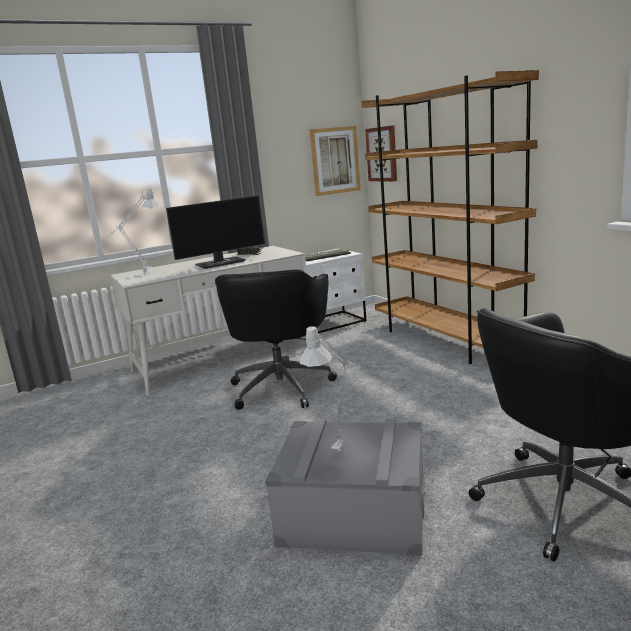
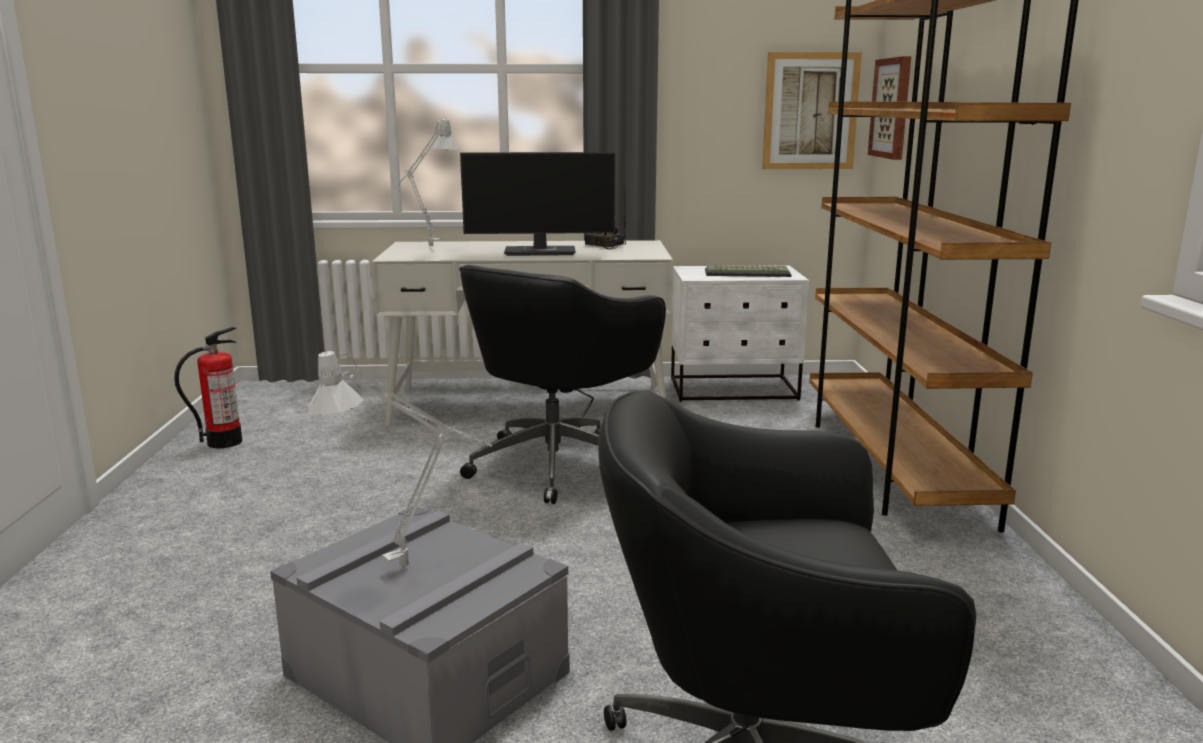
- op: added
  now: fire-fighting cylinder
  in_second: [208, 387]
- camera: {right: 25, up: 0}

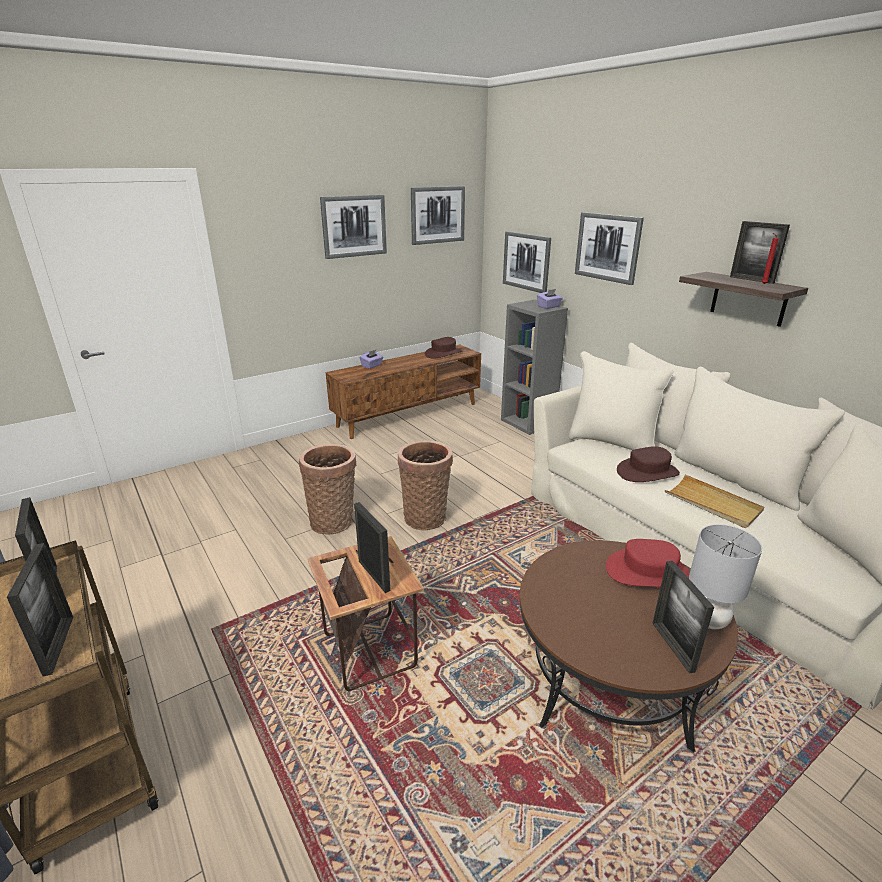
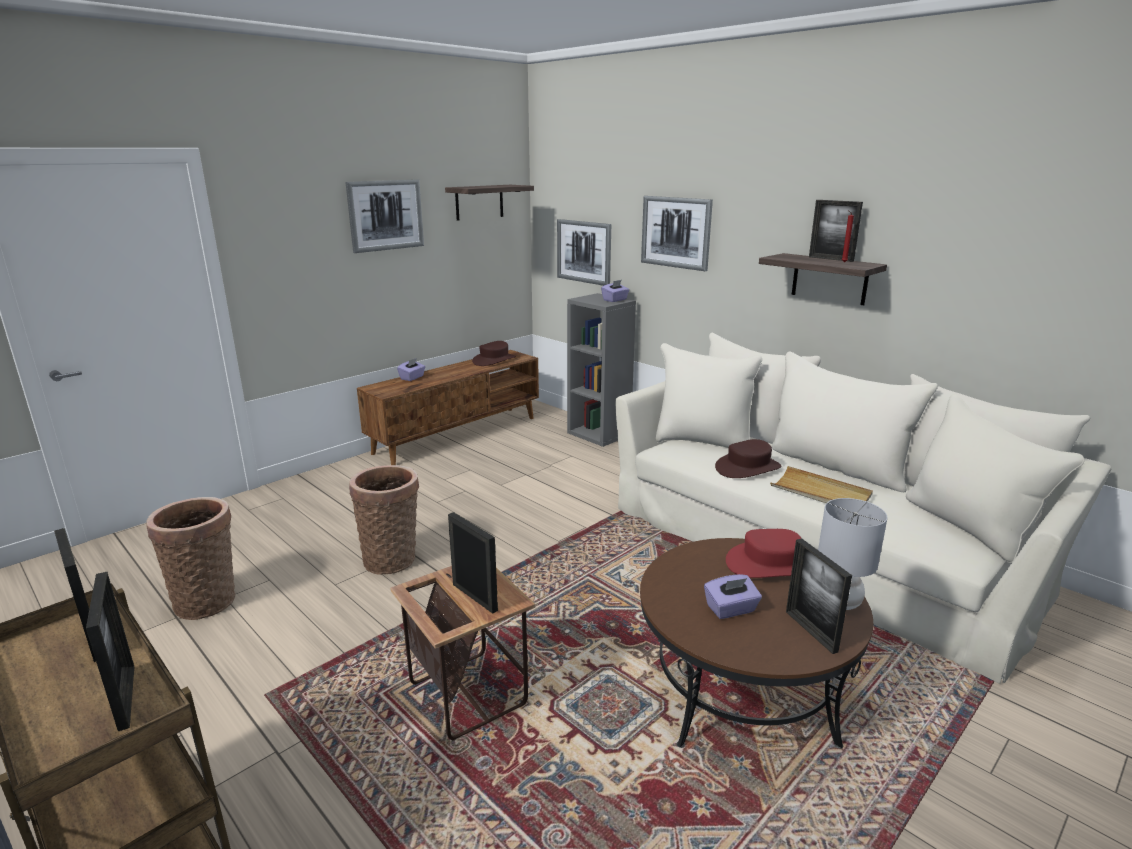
- op: added
  now: purple box of tissues
  in_second: [733, 596]
- op: moved
  was: household basket
  in_first: [425, 486]
  in_second: [190, 558]
- op: replaced
  was: wall picture
  now: shelf
  in_first: [438, 215]
  in_second: [489, 203]
- camera: {right: -10, up: -5}

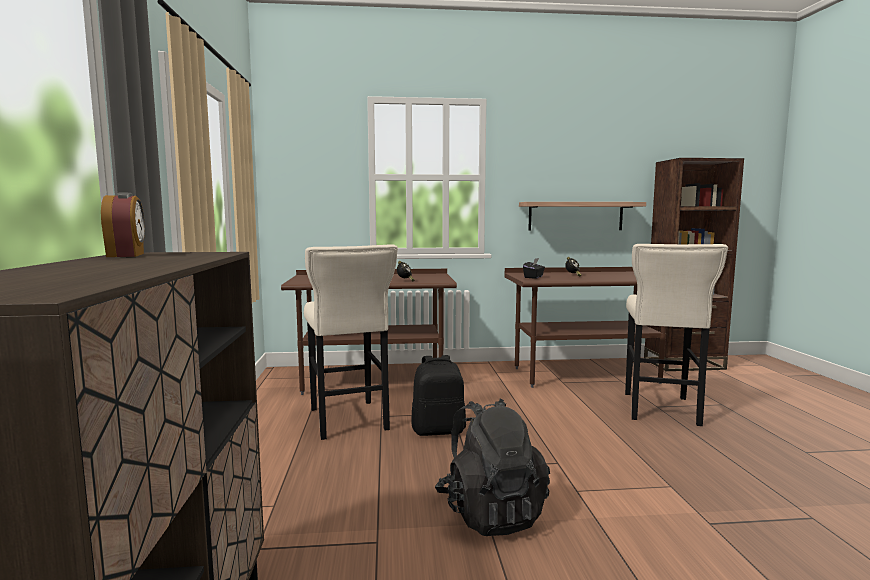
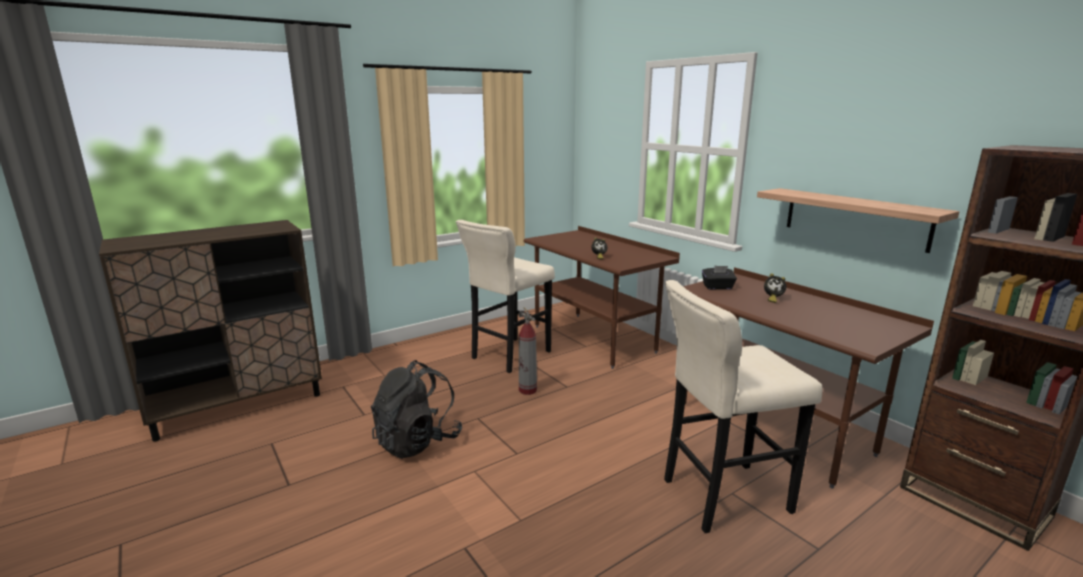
- op: removed
  was: table clock
  in_first: [123, 225]
- op: replaced
  was: black backpack
  now: fire-fighting cylinder
  in_first: [438, 395]
  in_second: [527, 351]
- camera: {right: 60, up: 10}

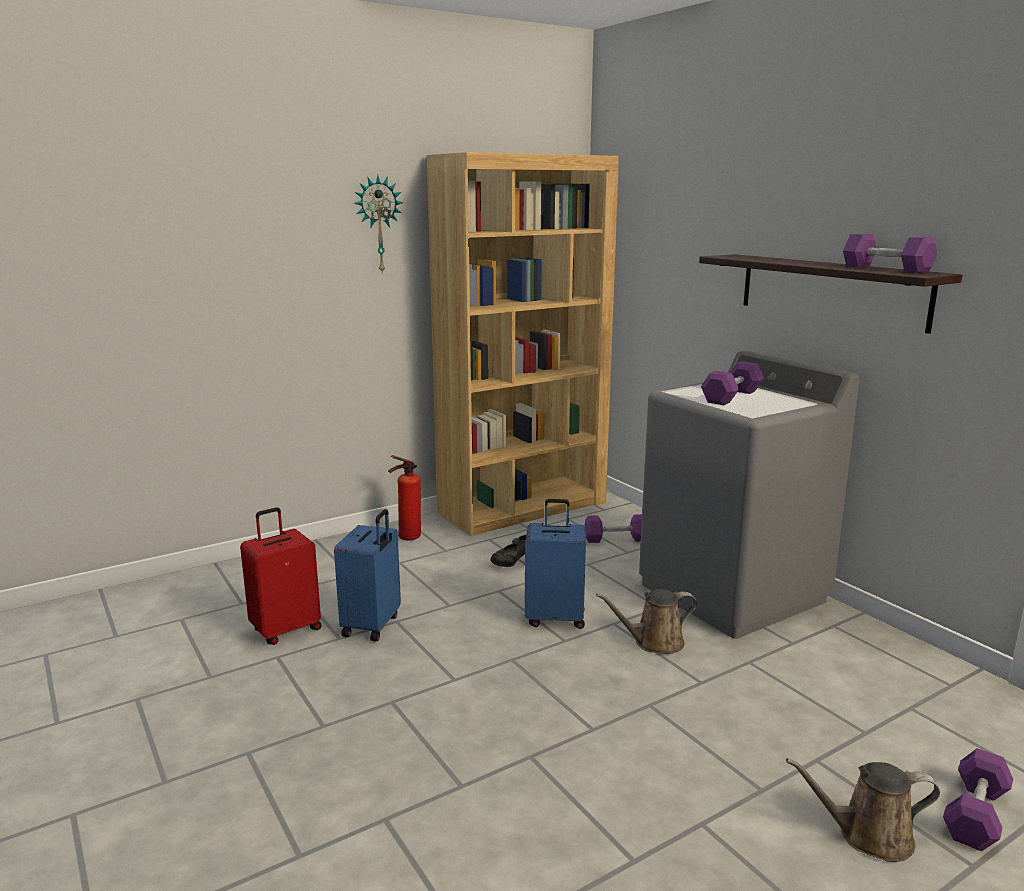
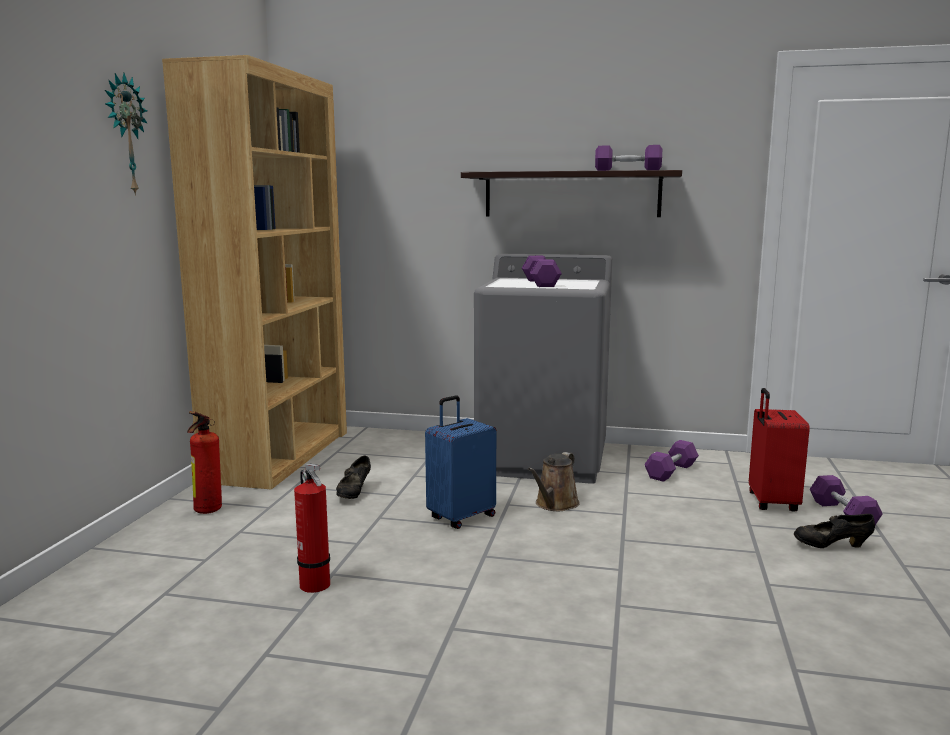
- op: moved
  was: red-coloured suitcase
  in_first: [280, 576]
  in_second: [779, 449]
- op: moved
  was: purple free weight
  in_first: [613, 528]
  in_second: [671, 461]
- op: replaced
  was: blue suitcase
  now: fire-fighting cylinder
  in_first: [367, 575]
  in_second: [312, 528]
- op: replaced
  was: brownish watering pot
  now: black item of footwear
  in_first: [863, 810]
  in_second: [834, 531]
- camera: {right: -45, up: -5}

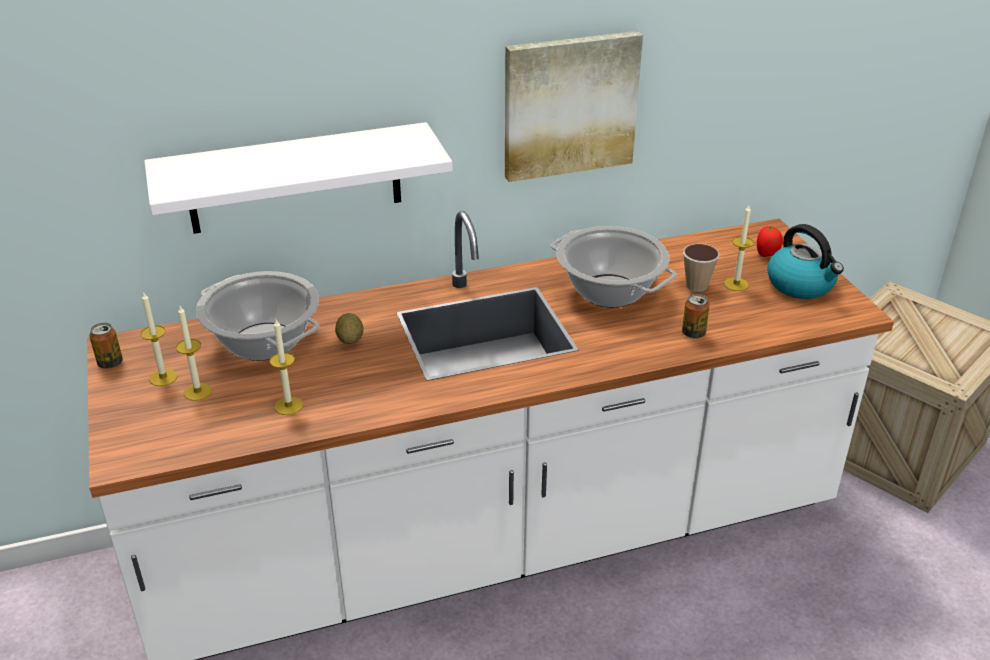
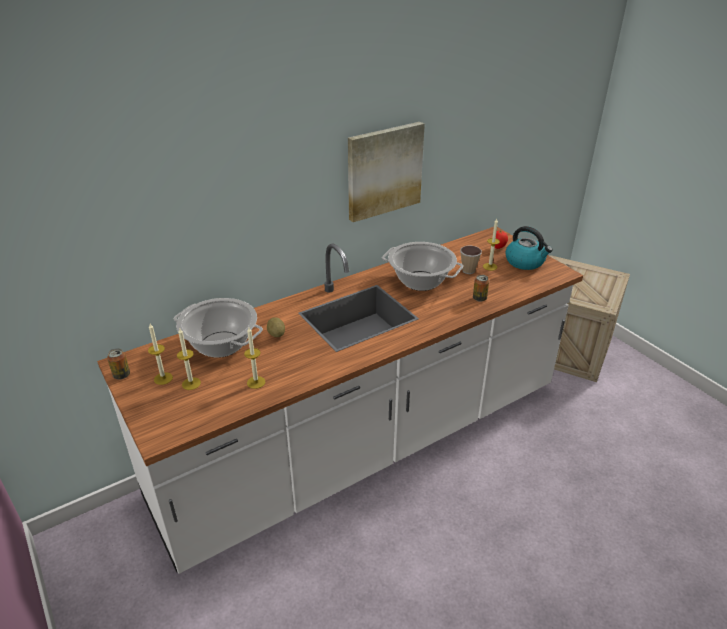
- op: removed
  was: whitish shelf
  in_first: [298, 178]
- camera: {right: -15, up: 0}

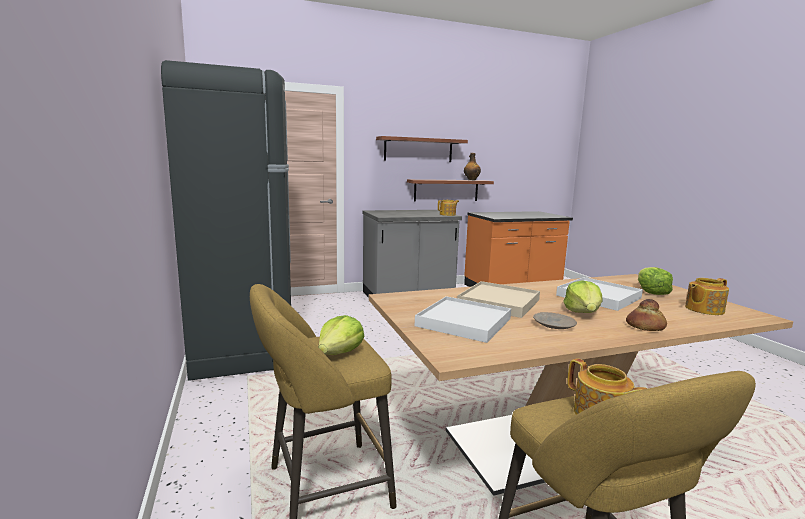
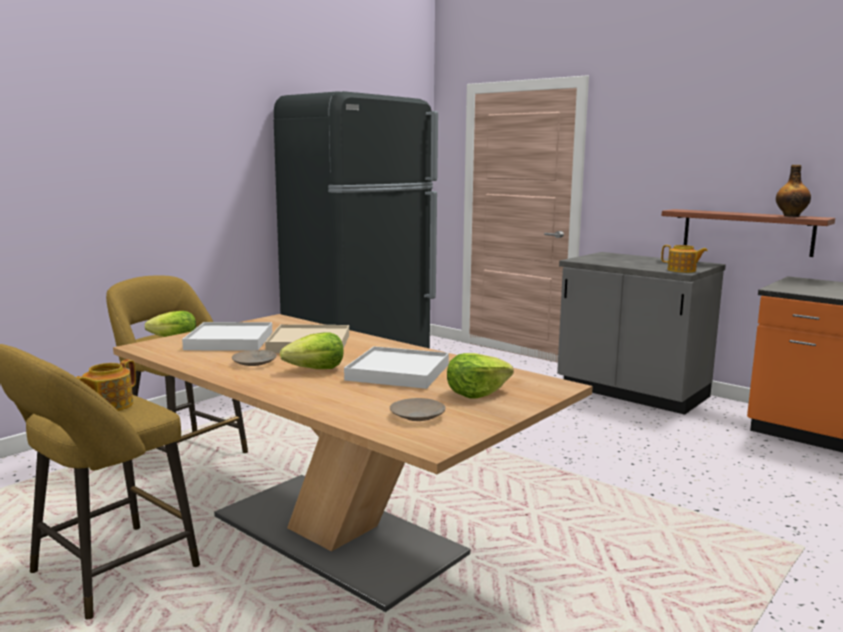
- op: removed
  was: shelf
  in_first: [422, 149]
- op: removed
  was: baked bread
  in_first: [646, 315]
- op: replaced
  was: pot for tea
  now: sand-coloured flat dish
  in_first: [707, 296]
  in_second: [418, 409]
- camera: {right: 60, up: 0}

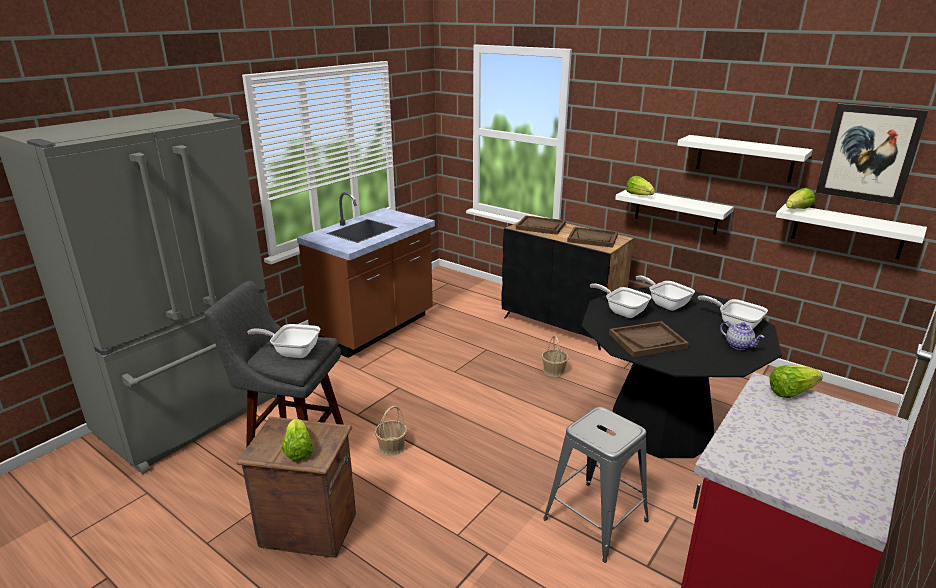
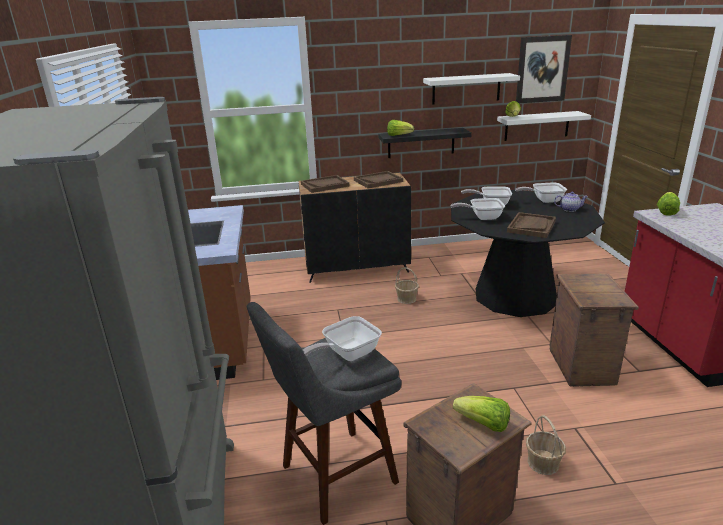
- op: moved
  was: household basket
  in_first: [391, 431]
  in_second: [546, 445]
- op: replaced
  was: grey sitting stool
  now: shipping crate
  in_first: [596, 485]
  in_second: [594, 330]
- op: recoloured
  was: whitish shelf
  now: black shelf
  in_first: [674, 212]
  in_second: [425, 143]
- camera: {right: -45, up: 0}

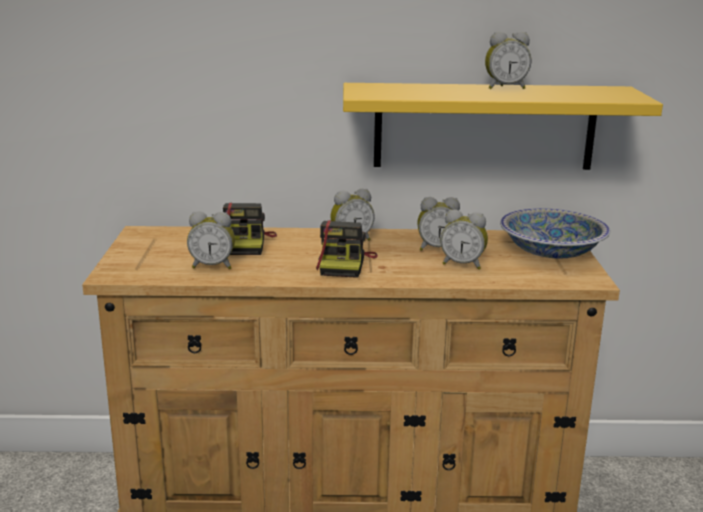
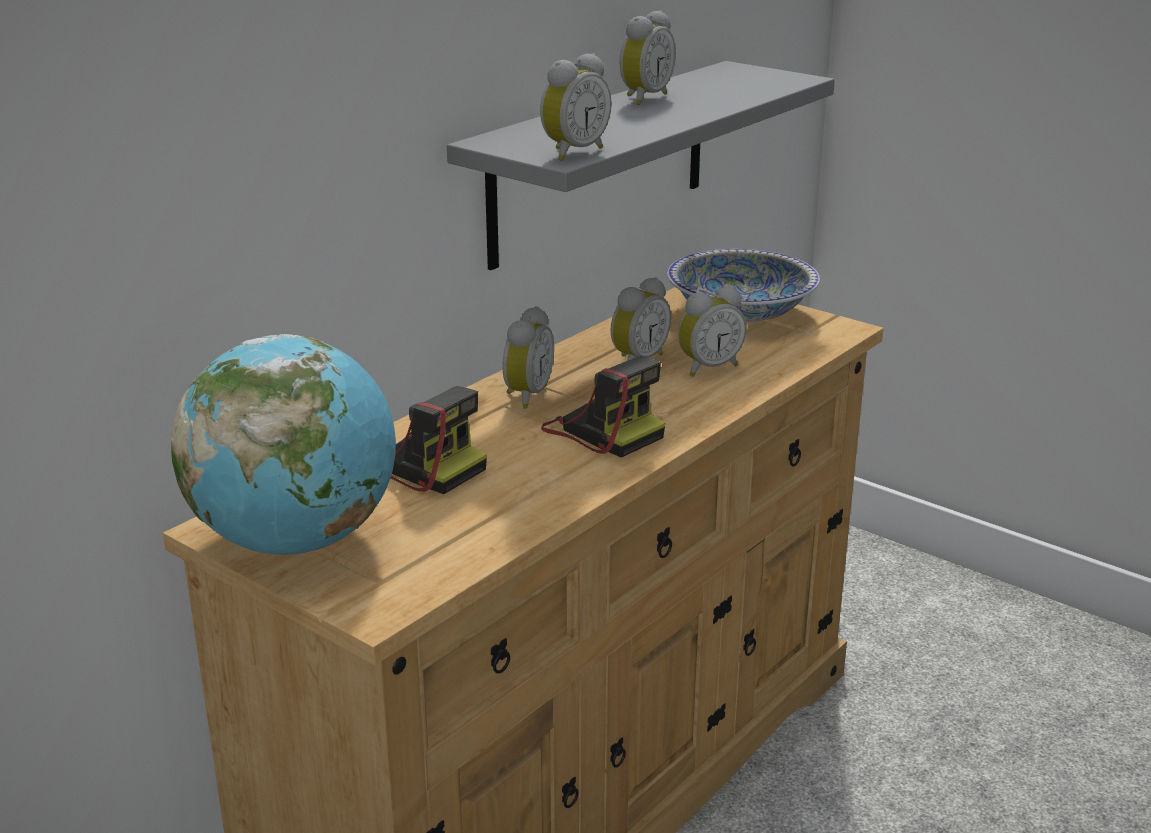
- op: added
  now: globe
  in_second: [283, 444]
- op: moved
  was: table clock
  in_first: [211, 240]
  in_second: [576, 107]
- op: recoloured
  was: yellow-coloured shelf
  now: grey shelf
  in_first: [503, 126]
  in_second: [641, 165]
- camera: {right: -50, up: 5}

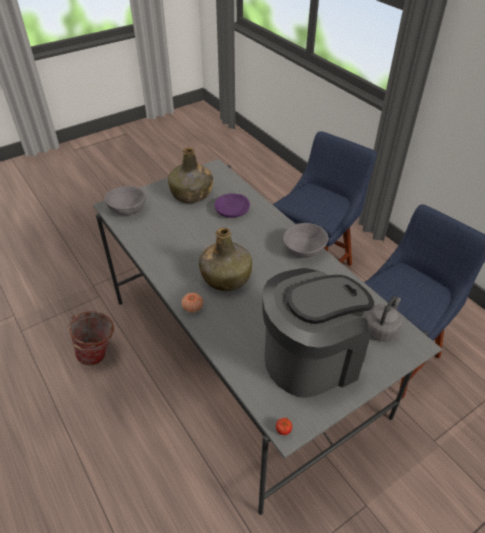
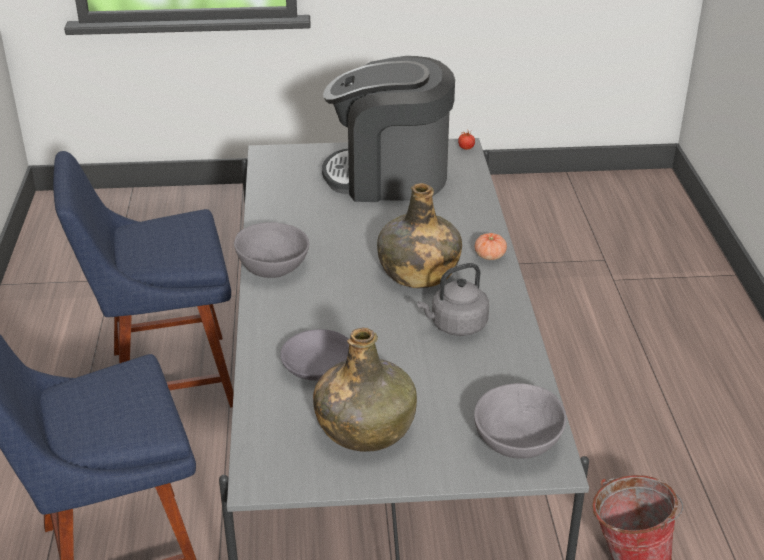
- op: moved
  was: grey kettle
  in_first: [383, 318]
  in_second: [453, 299]
- op: recoloured
  was: purple bowl
  now: grey bowl
  in_first: [232, 205]
  in_second: [314, 355]
- camera: {right: -150, up: -10}

